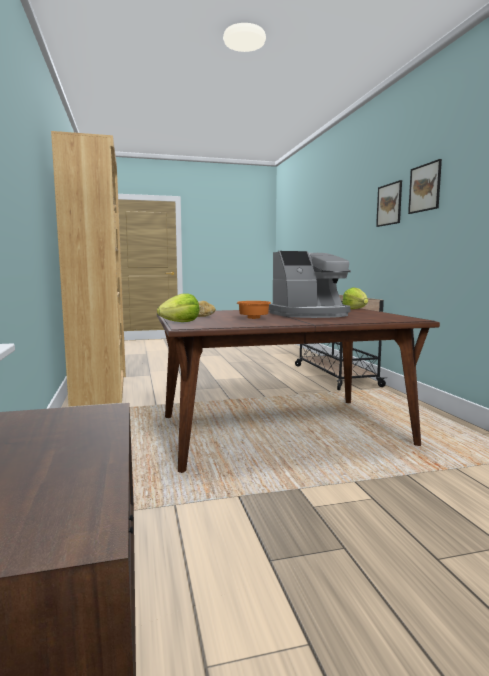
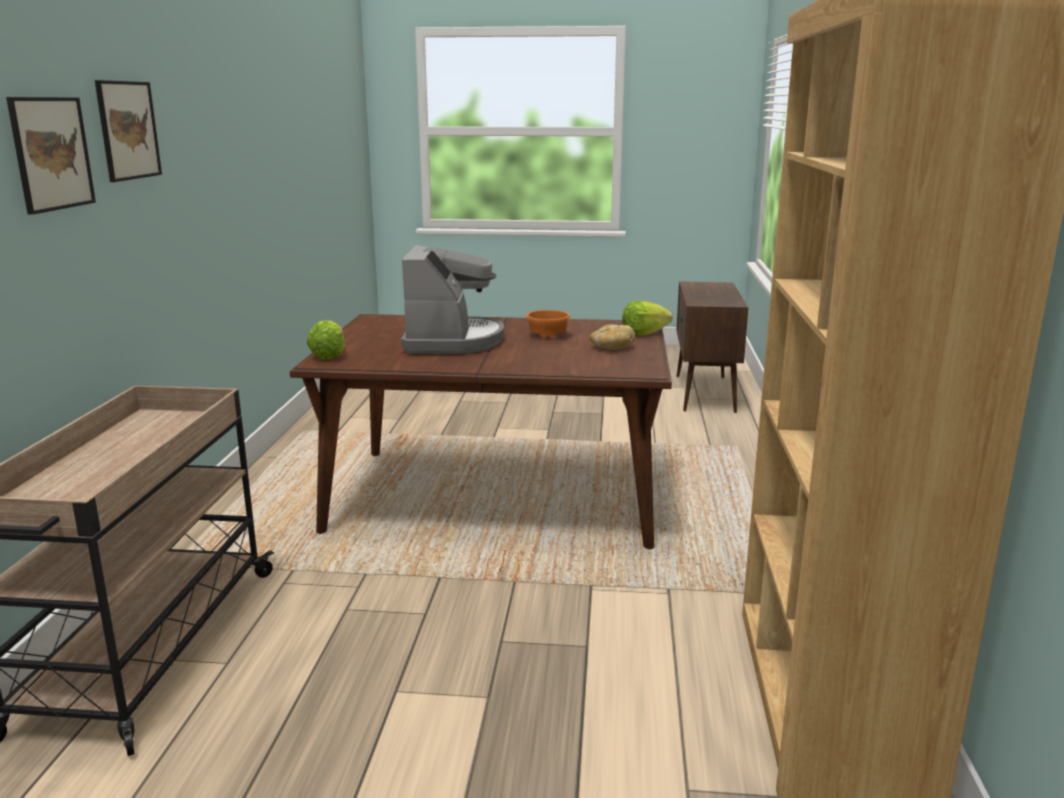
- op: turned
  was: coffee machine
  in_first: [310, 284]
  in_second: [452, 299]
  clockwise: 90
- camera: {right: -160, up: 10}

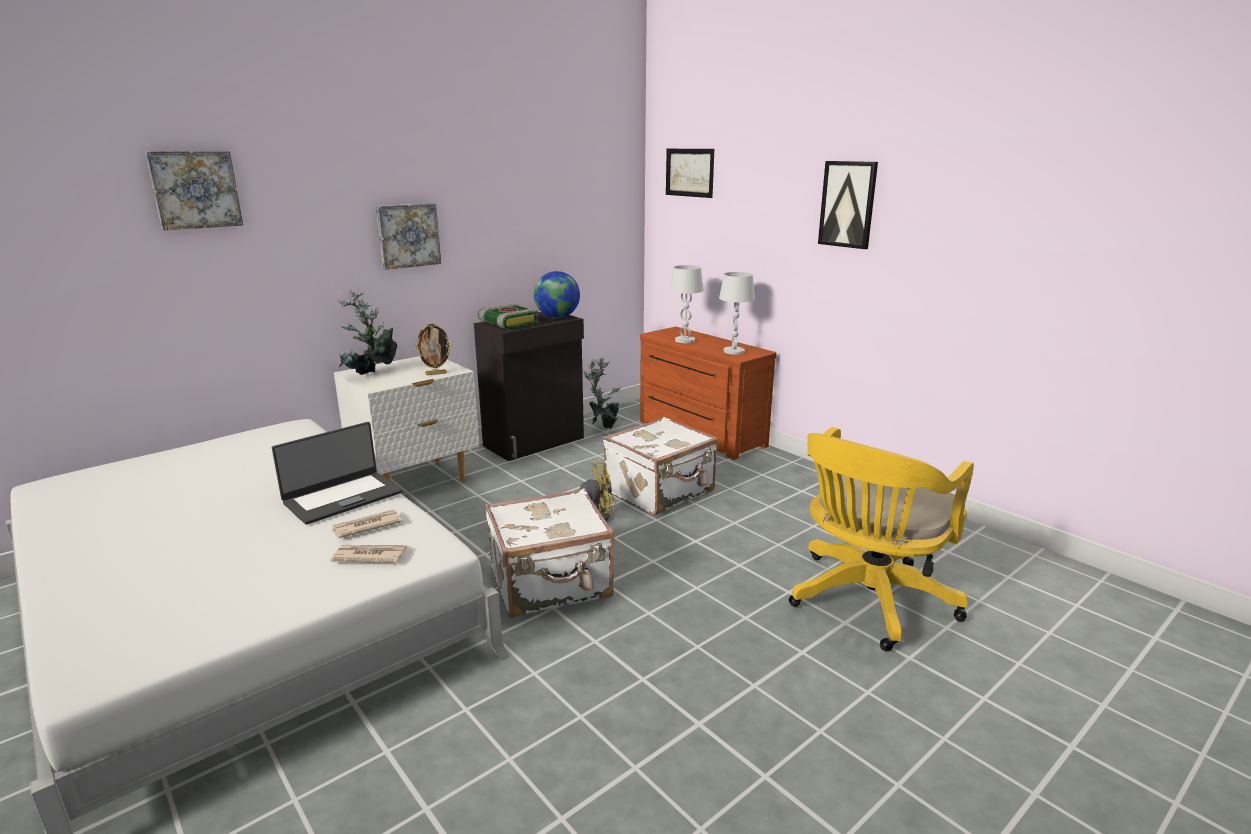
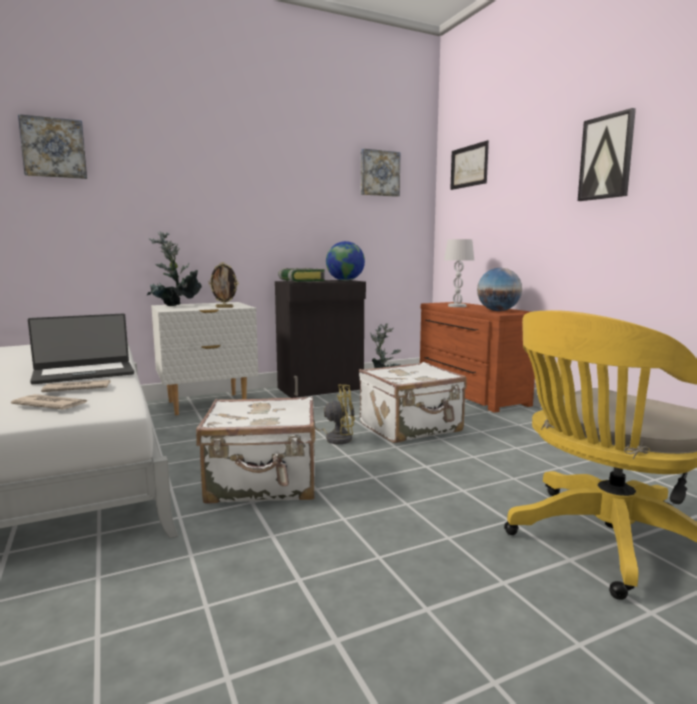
- op: moved
  was: wall picture
  in_first: [408, 236]
  in_second: [380, 172]
- op: replaced
  was: whitish table lamp
  now: globe
  in_first: [737, 313]
  in_second: [499, 289]
- camera: {right: 15, up: -10}

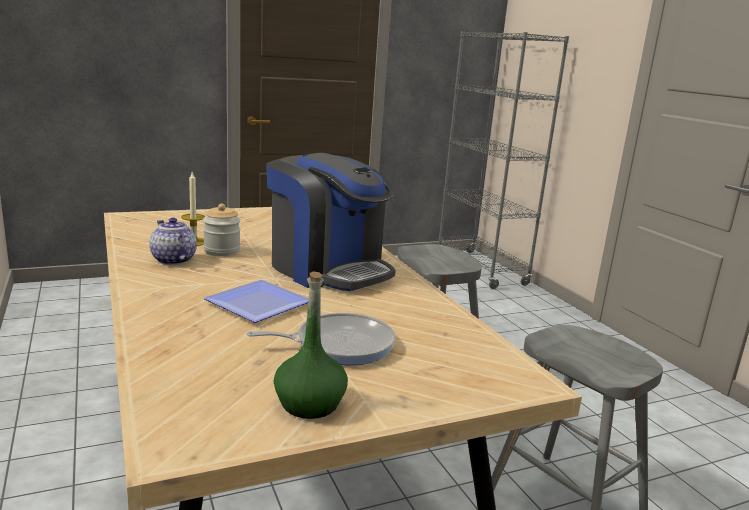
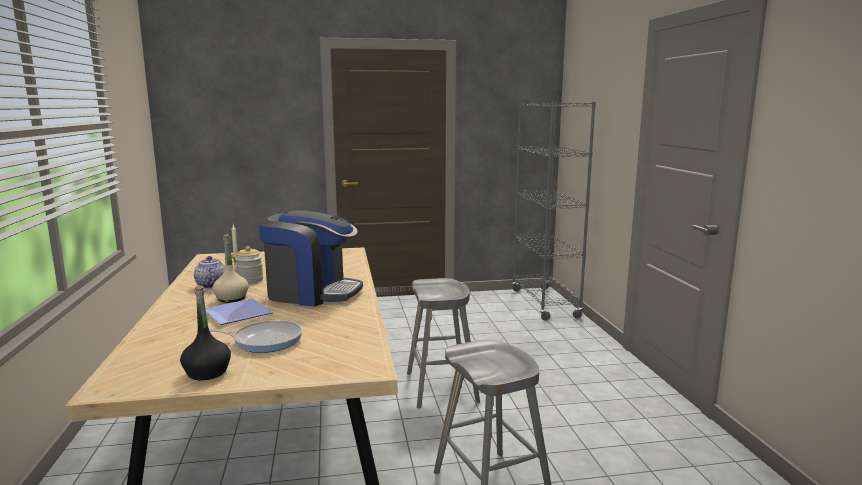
- op: added
  now: sand-coloured bottle
  in_second: [230, 268]
- op: recoloured
  was: greenish bottle
  now: black bottle
  in_first: [311, 345]
  in_second: [205, 332]
- op: turned
  was: coffee machine
  in_first: [331, 222]
  in_second: [311, 258]
  clockwise: -45
- camera: {right: 15, up: -5}

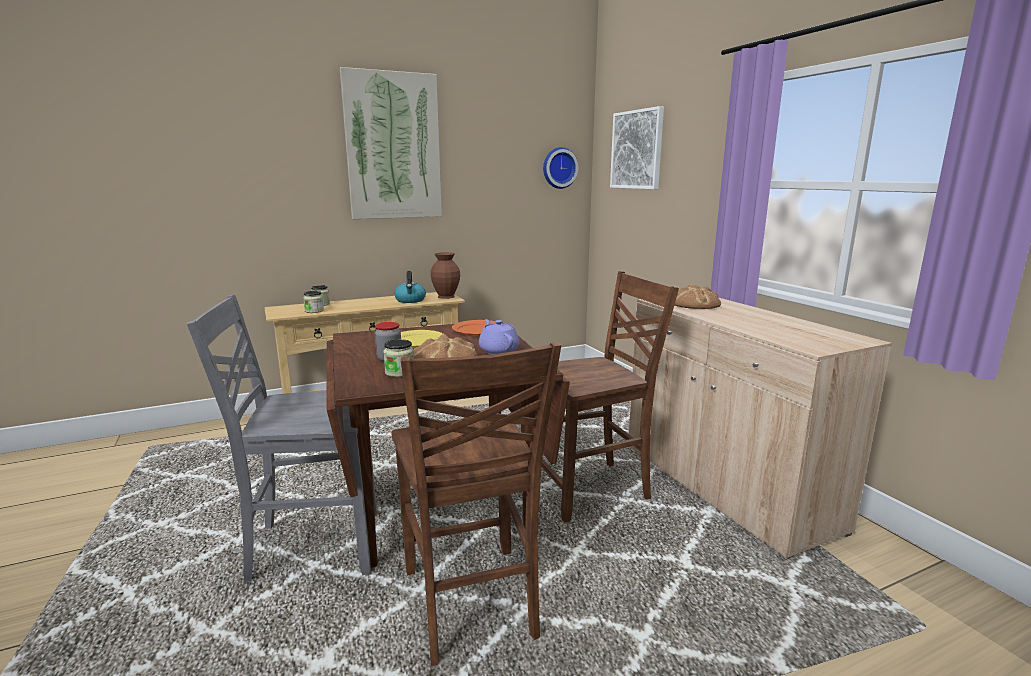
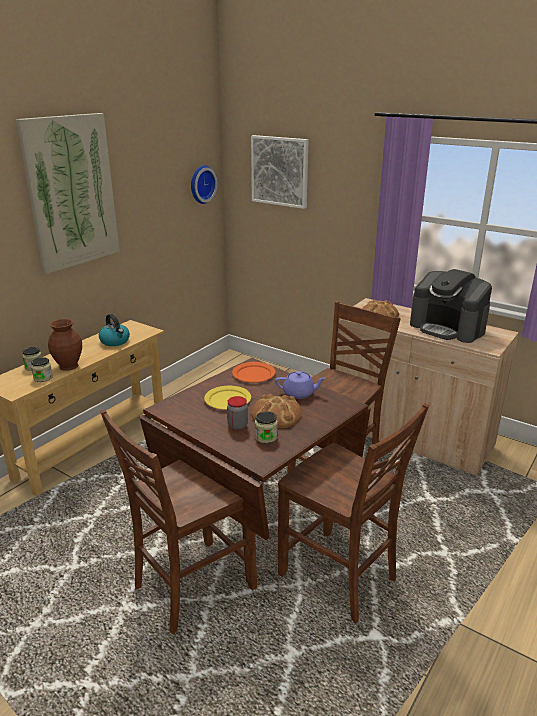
- op: added
  now: coffee machine
  in_second: [451, 306]
- op: moved
  was: brownish decorative vase
  in_first: [445, 275]
  in_second: [65, 345]
- op: recoloured
  was: grey plain chair
  now: brownish plain chair
  in_first: [282, 439]
  in_second: [178, 521]
- op: turned
  was: purple pot for tea
  in_first: [499, 336]
  in_second: [300, 385]
  clockwise: 150
- camera: {right: -30, up: 10}

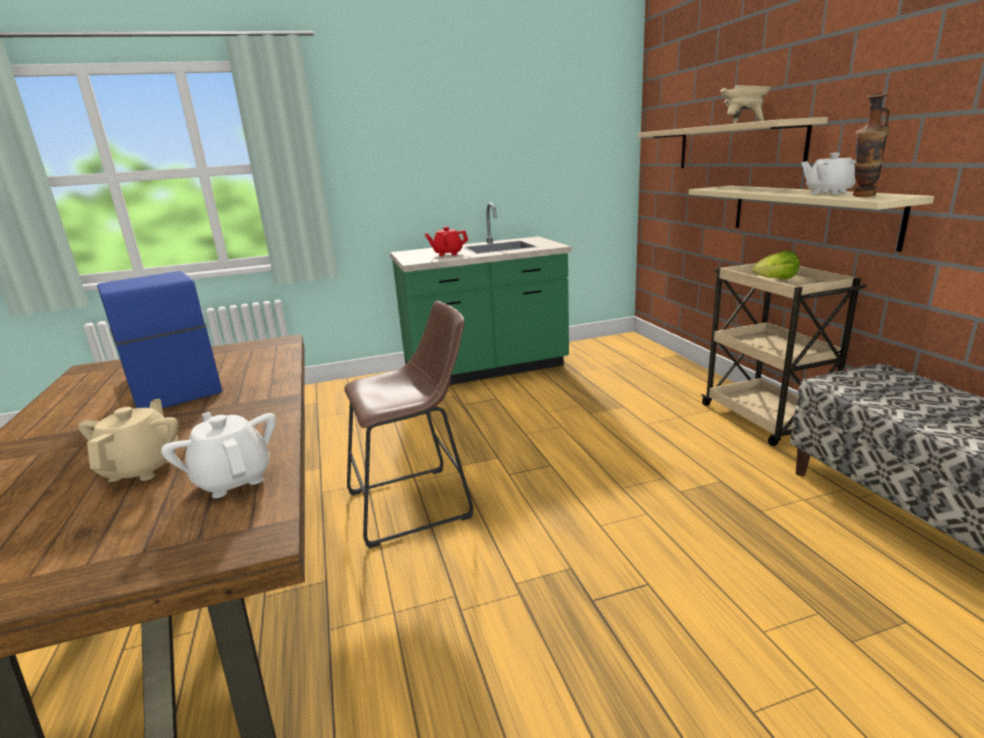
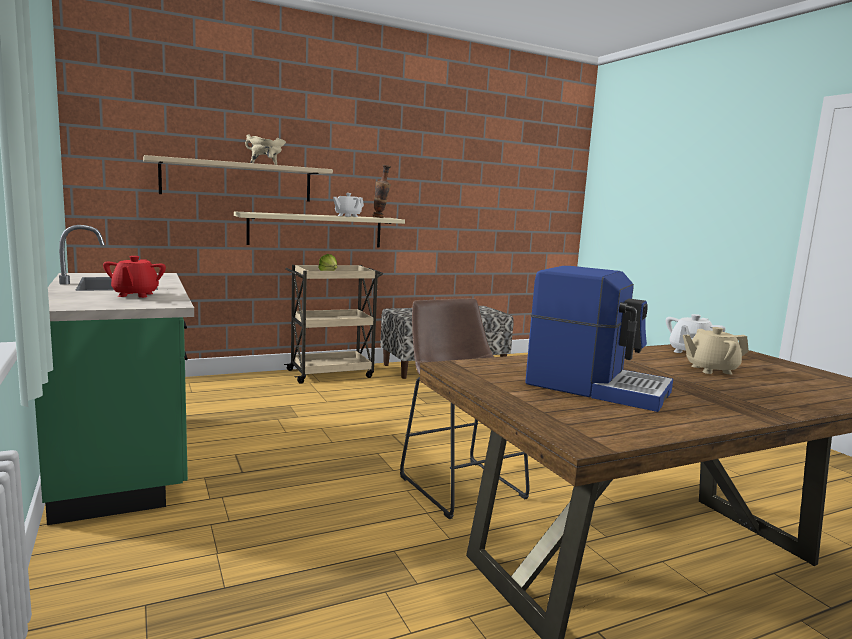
- op: turned
  was: coffee machine
  in_first: [159, 339]
  in_second: [599, 339]
  clockwise: -105
- camera: {right: -100, up: -10}

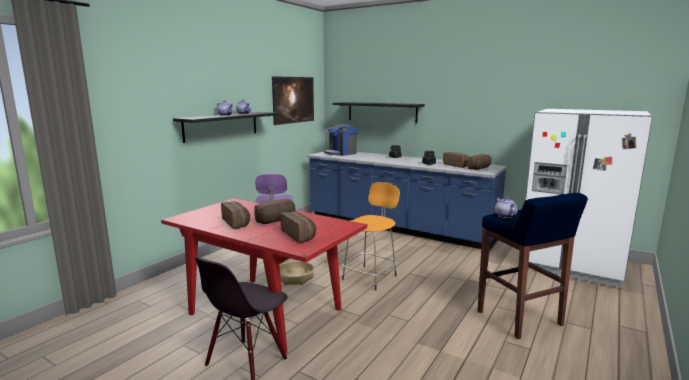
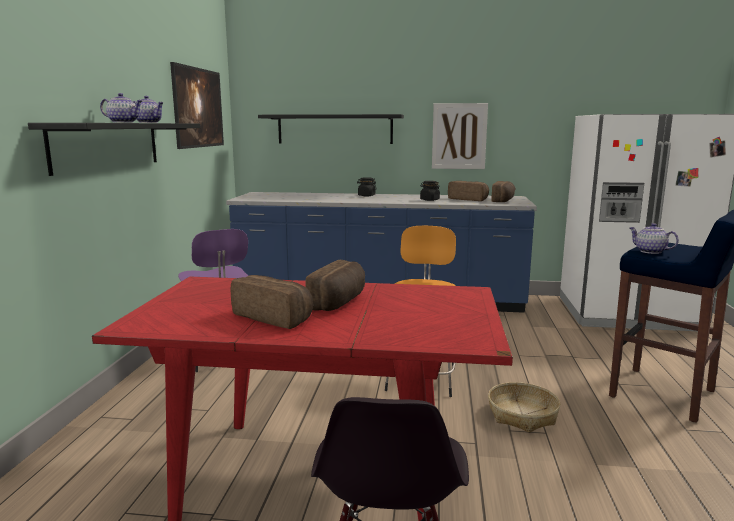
- op: removed
  was: baked bread
  in_first: [298, 227]
- op: removed
  was: coffee machine
  in_first: [341, 140]
- op: added
  now: wall picture
  in_second: [460, 136]
- op: moved
  was: household basket
  in_first: [296, 273]
  in_second: [524, 407]
- camera: {right: -25, up: 0}

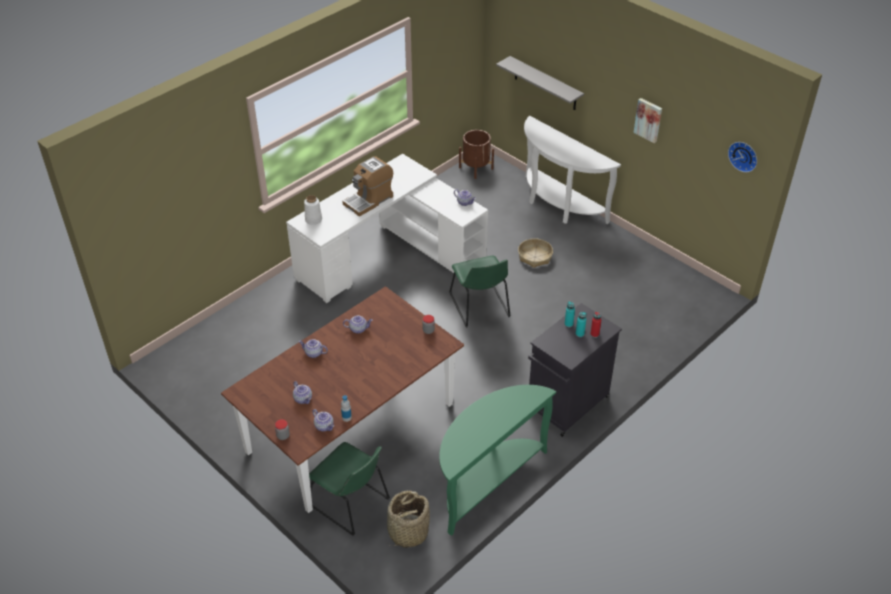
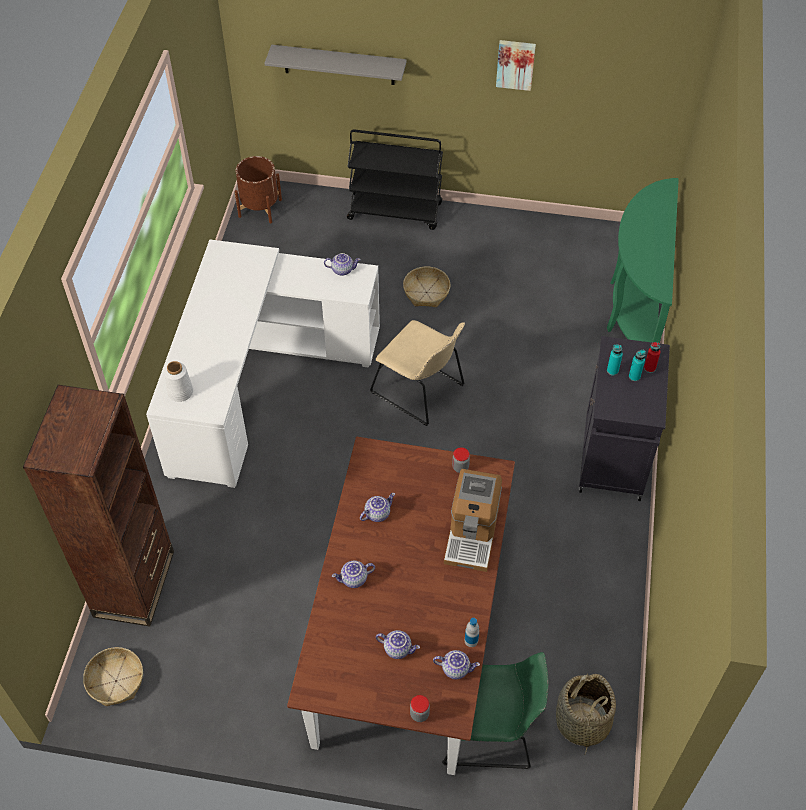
- op: removed
  was: hanging clock
  in_first: [742, 157]
- op: added
  now: brownish bookshelf
  in_second: [98, 505]
- op: added
  now: household basket
  in_second: [113, 676]
- op: moved
  was: coffee machine
  in_first: [367, 186]
  in_second: [473, 520]
- op: moved
  was: greenish hall table
  in_first: [497, 460]
  in_second: [643, 260]
- op: replaced
  was: whitish hall table
  now: black trolley
  in_first: [572, 170]
  in_second: [395, 180]
- op: recoloured
  was: greenish plain chair
  now: sand-coloured plain chair
  in_first: [480, 291]
  in_second: [417, 373]
- camera: {right: -35, up: 10}

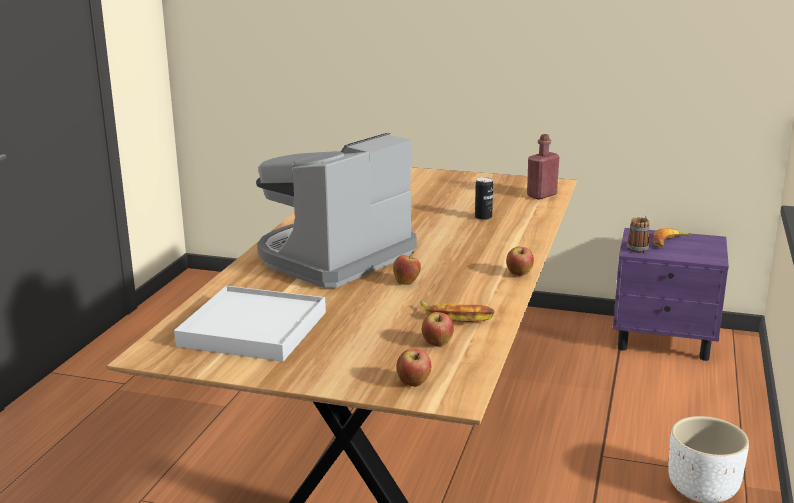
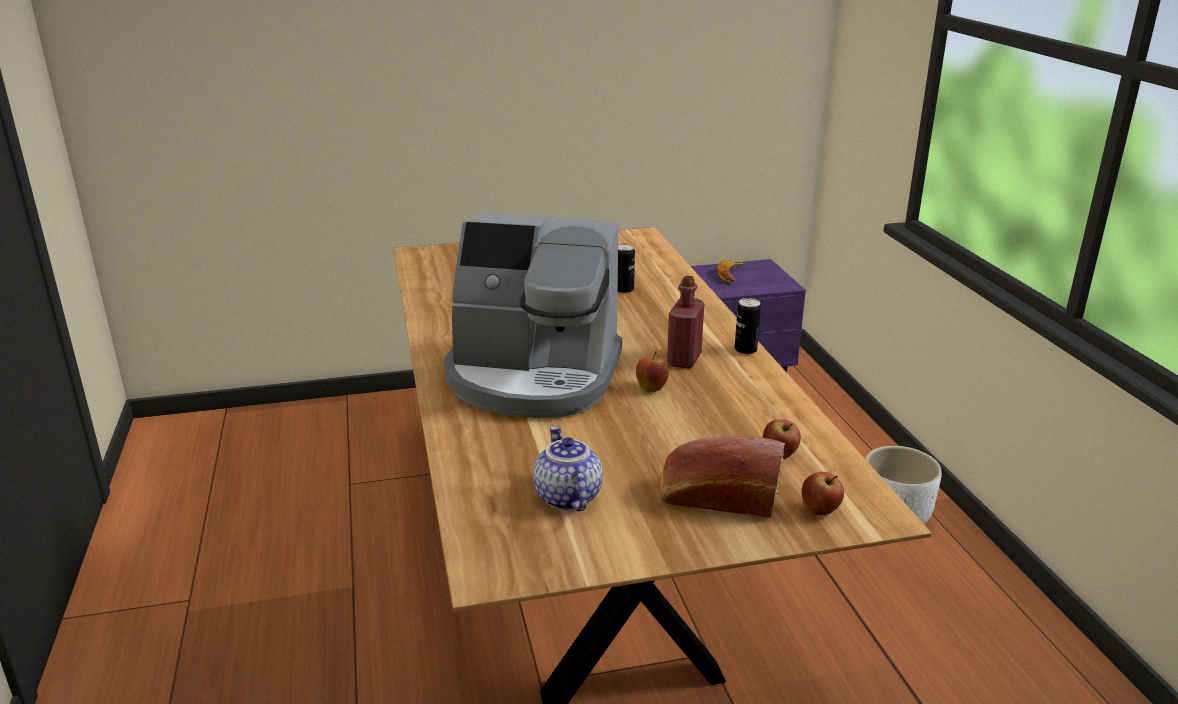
- op: removed
  was: banana fruit
  in_first: [457, 311]
- op: removed
  was: tea mug
  in_first: [638, 234]
- op: added
  now: baked bread
  in_second: [722, 477]
- op: moved
  was: red-coloured bottle
  in_first: [543, 167]
  in_second: [685, 322]
- op: replaced
  was: whitish tray
  now: pot for tea
  in_first: [250, 324]
  in_second: [568, 468]
- op: replaced
  was: whole apple
  now: sealed can
  in_first: [520, 261]
  in_second: [748, 326]
- op: turned
  was: coffee machine
  in_first: [336, 210]
  in_second: [533, 315]
  clockwise: -90
- camera: {right: -30, up: 5}

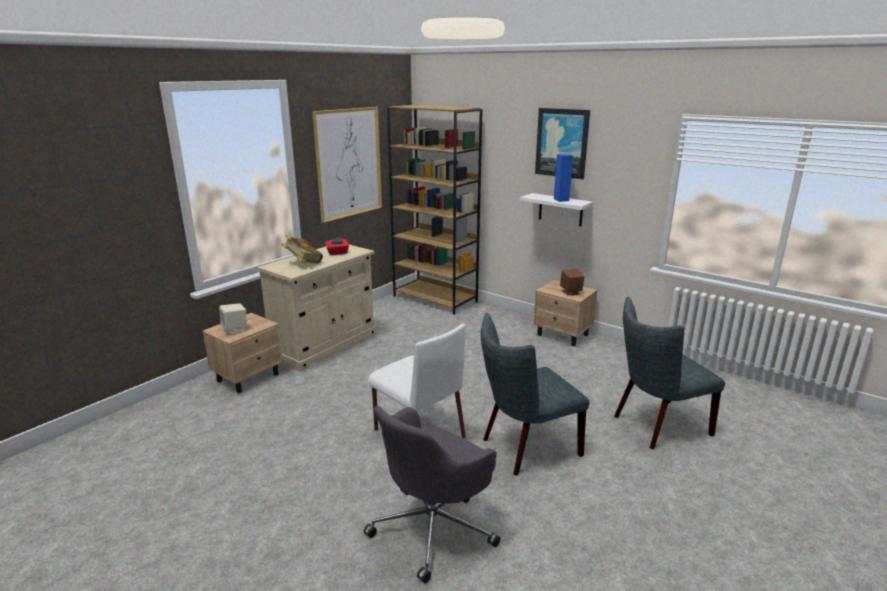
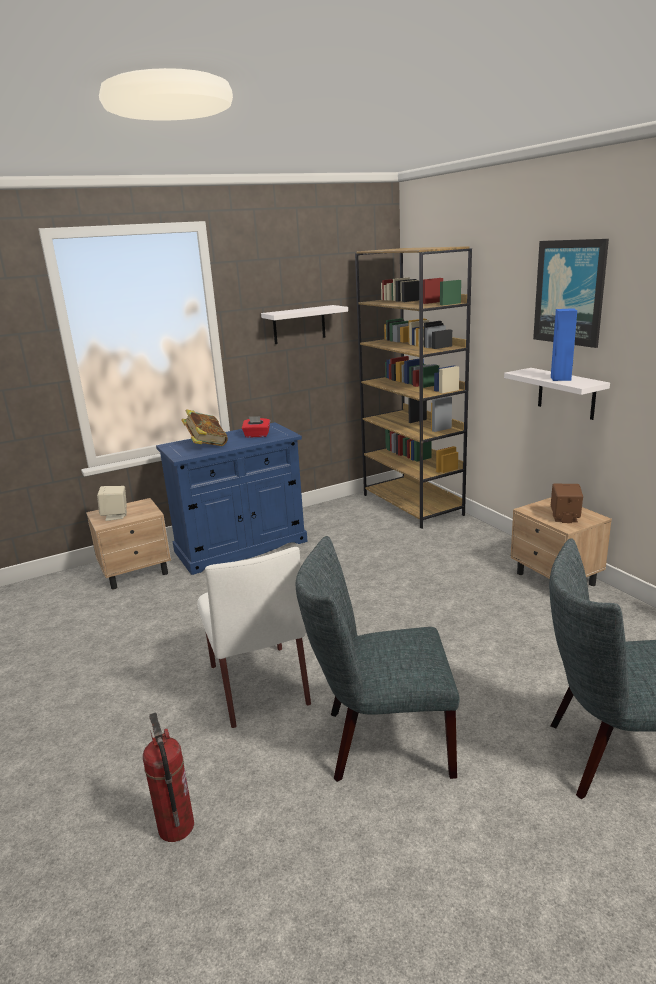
- op: replaced
  was: wall picture
  now: whitish shelf
  in_first: [347, 165]
  in_second: [304, 324]
- op: replaced
  was: grey computer chair
  now: fire-fighting cylinder
  in_first: [432, 494]
  in_second: [168, 777]
- op: recoloured
  was: sand-coloured cupboard
  now: blue cupboard
  in_first: [316, 308]
  in_second: [232, 498]
- camera: {right: 25, up: 0}

